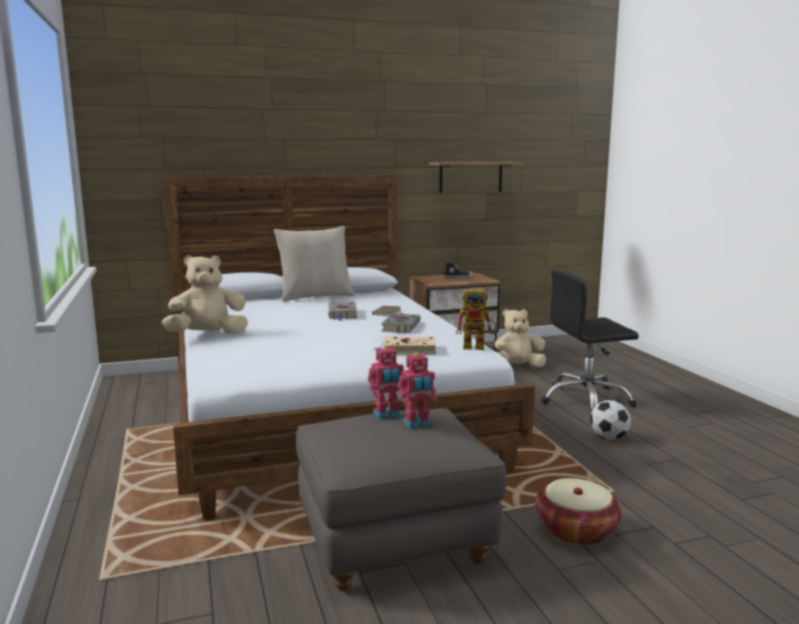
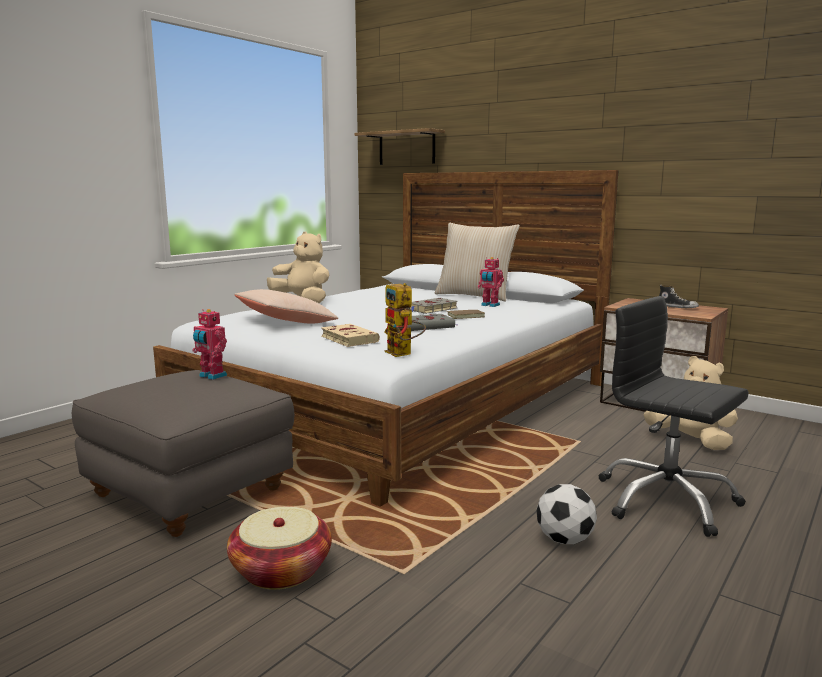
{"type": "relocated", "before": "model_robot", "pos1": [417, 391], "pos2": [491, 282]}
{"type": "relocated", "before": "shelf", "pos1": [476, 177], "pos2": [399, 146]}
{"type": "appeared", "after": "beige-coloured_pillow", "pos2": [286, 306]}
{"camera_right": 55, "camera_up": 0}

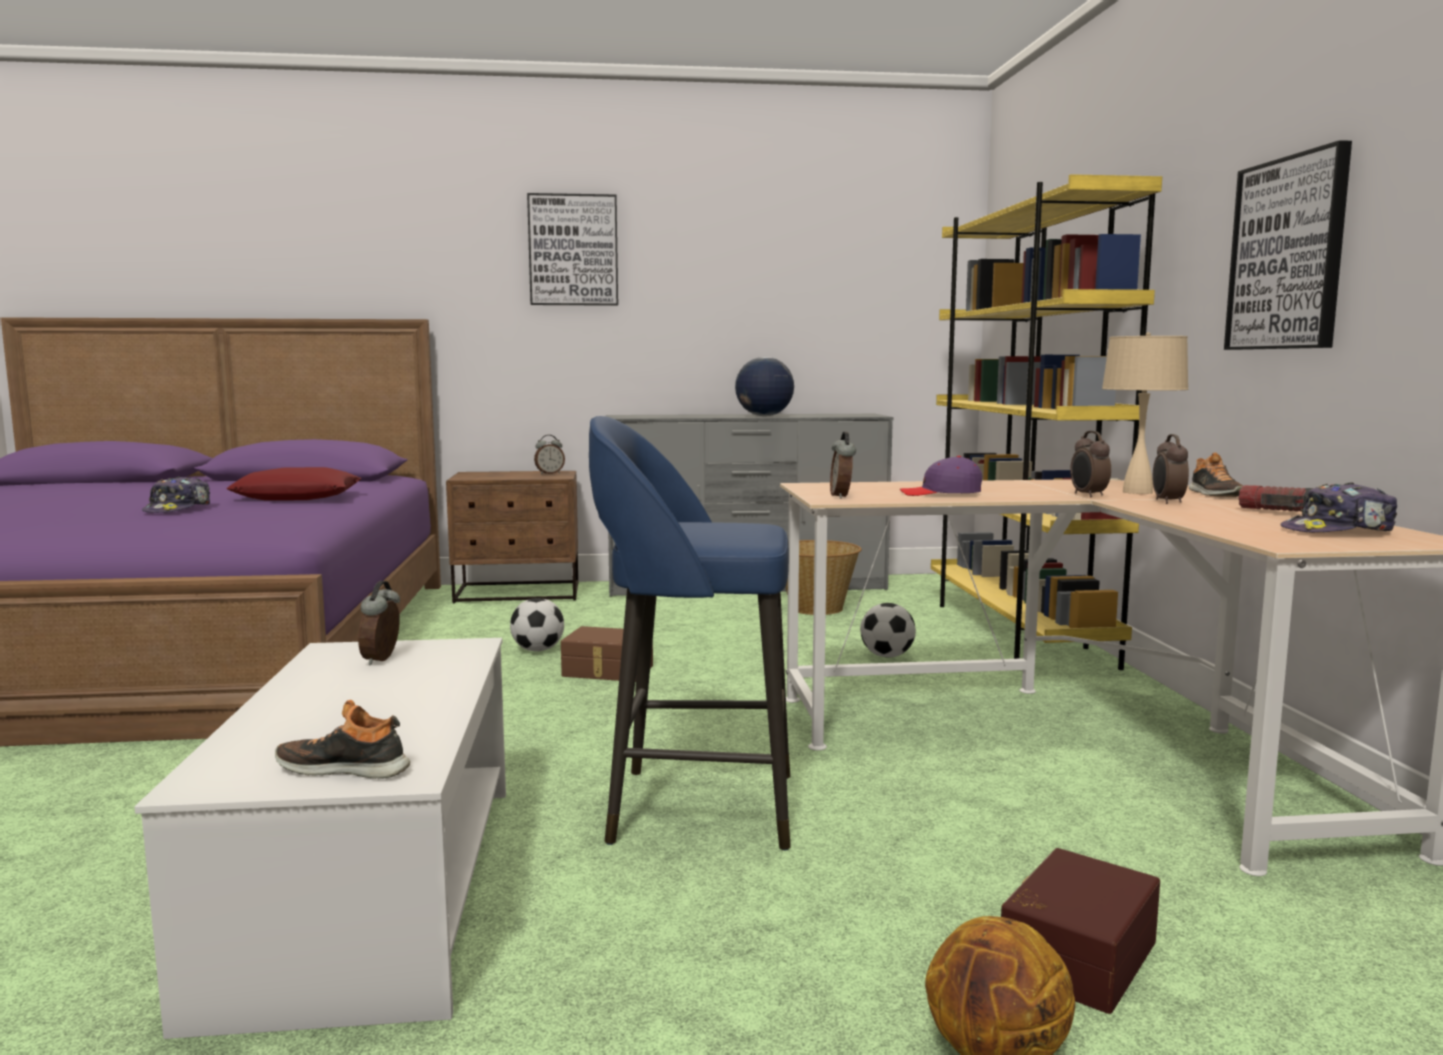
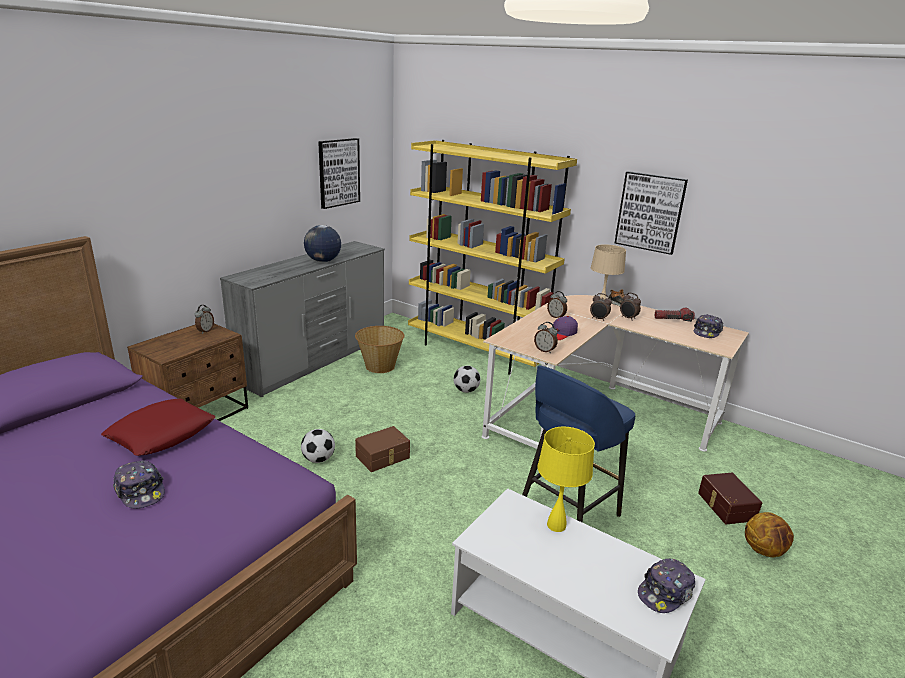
{"type": "exchanged", "before": "item_of_footwear", "after": "peaked_cap", "pos1": [342, 739], "pos2": [666, 586]}
{"type": "relocated", "before": "bedside_clock", "pos1": [379, 623], "pos2": [557, 304]}
{"type": "relocated", "before": "picture", "pos1": [572, 249], "pos2": [339, 173]}
{"type": "appeared", "after": "yellowish_lamp_for_a_table", "pos2": [566, 479]}
{"camera_right": -50, "camera_up": 15}

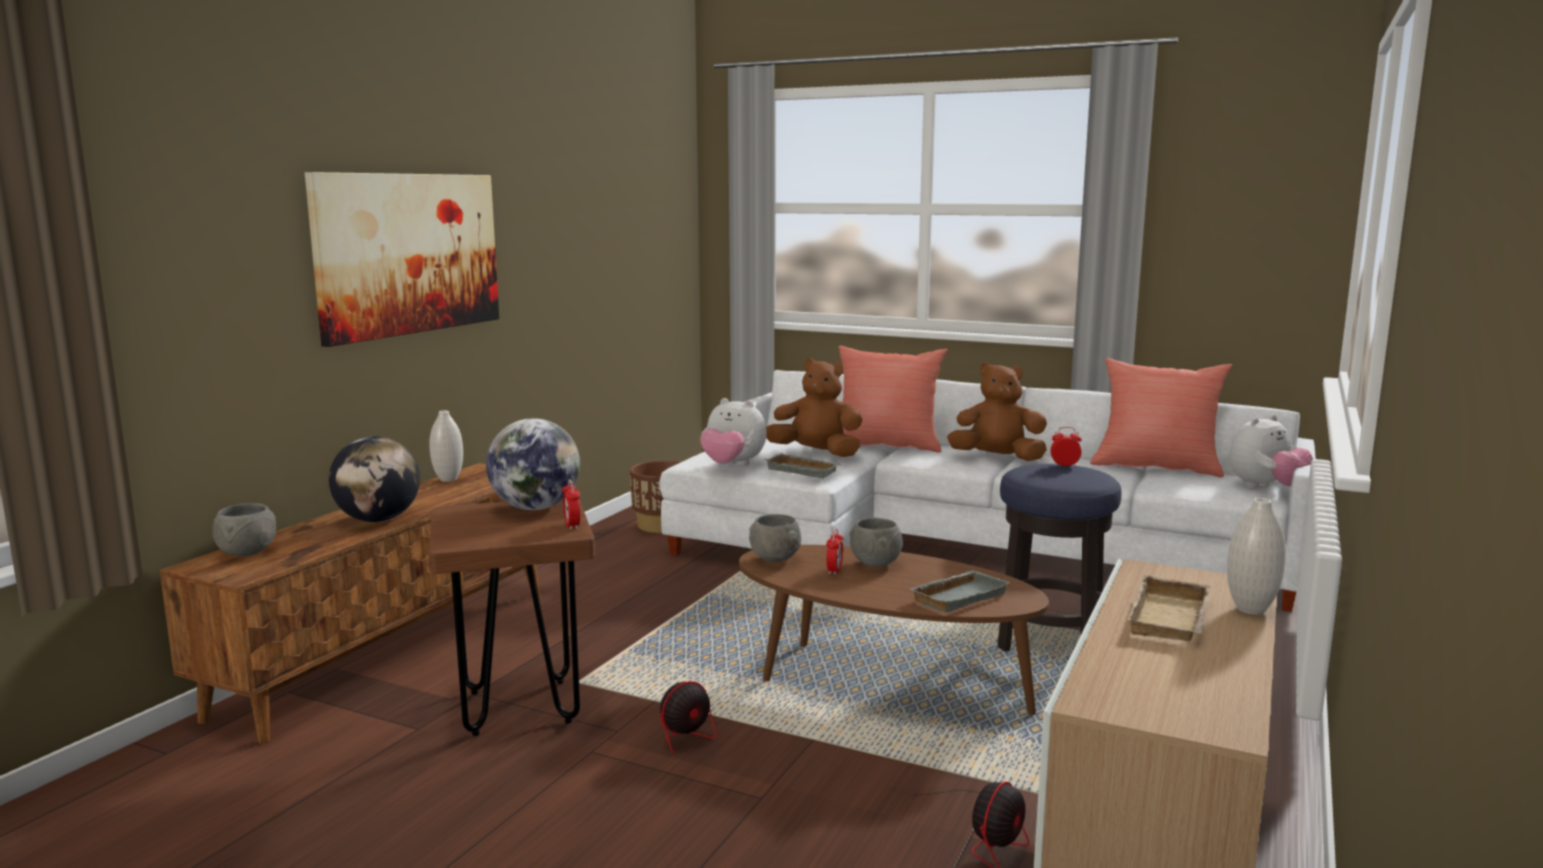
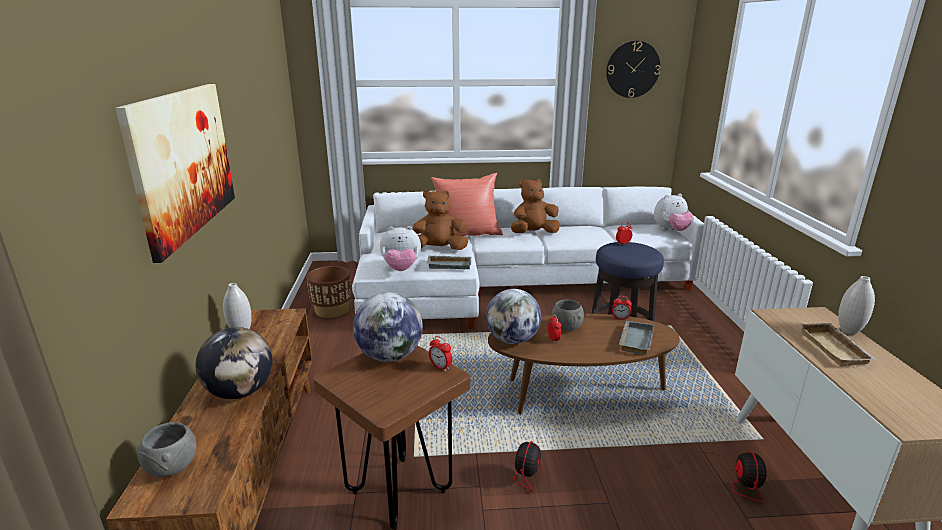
{"type": "exchanged", "before": "gray_bowl", "after": "desk_globe", "pos1": [775, 538], "pos2": [513, 316]}
{"type": "missing", "before": "reddish_pillow", "pos1": [1161, 418]}
{"type": "spun", "before": "soft_toy", "pos1": [1271, 452], "pos2": [674, 212], "turn": 45}
{"type": "appeared", "after": "clock_on_the_wall", "pos2": [633, 69]}
{"type": "appeared", "after": "bedside_clock", "pos2": [622, 308]}
{"camera_right": -30, "camera_up": 10}

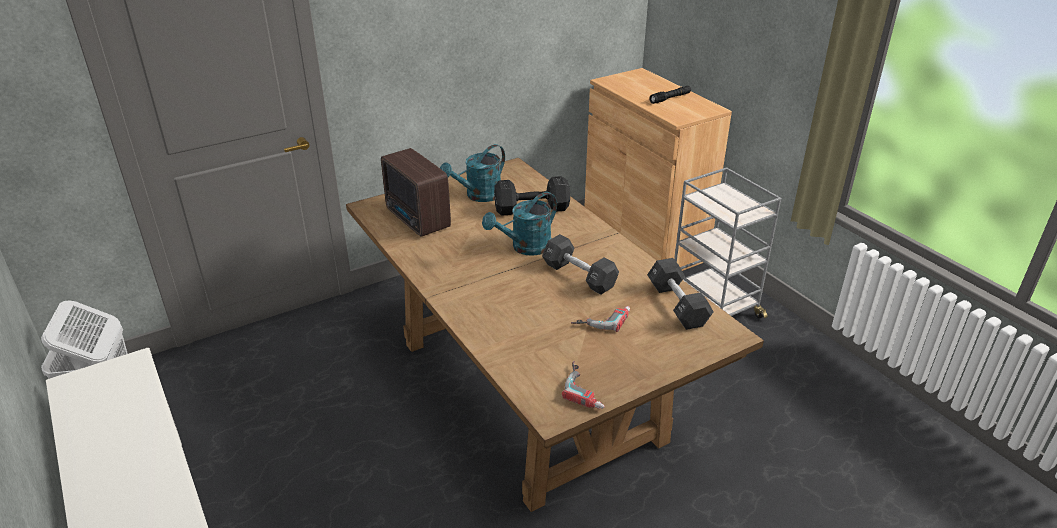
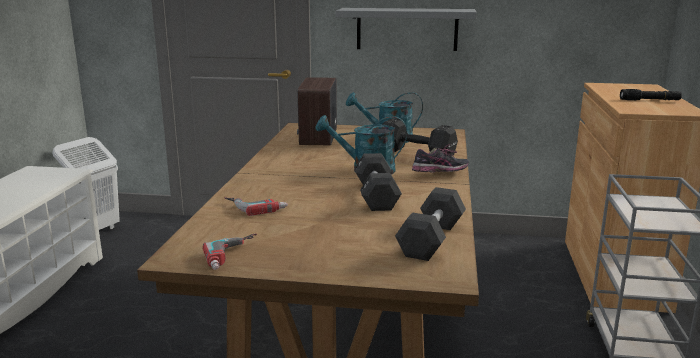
{"type": "relocated", "before": "electric_drill", "pos1": [600, 319], "pos2": [256, 206]}
{"type": "appeared", "after": "gray_shelf", "pos2": [406, 29]}
{"type": "appeared", "after": "item_of_footwear", "pos2": [440, 158]}
{"camera_right": 40, "camera_up": -15}

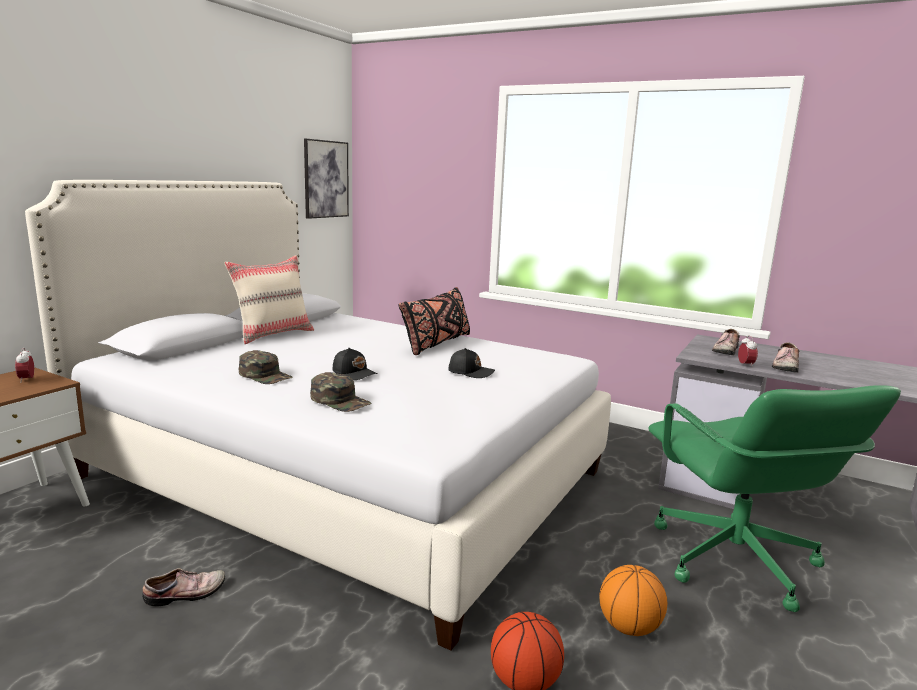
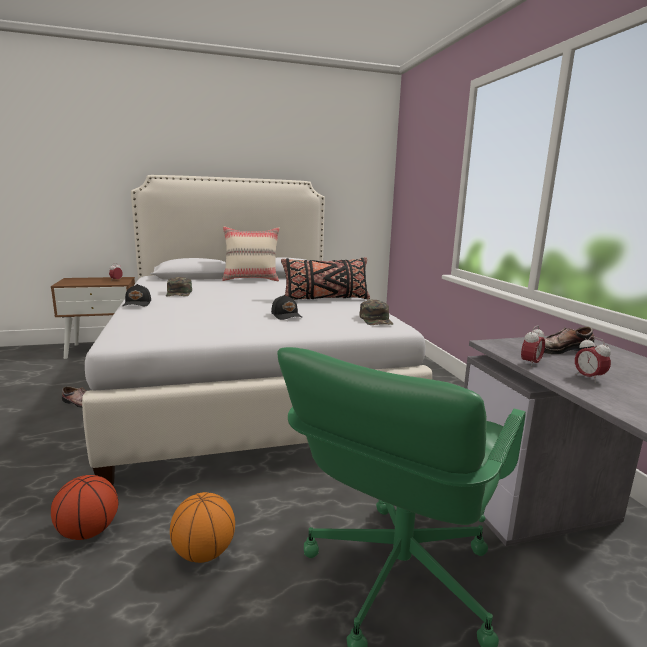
{"type": "missing", "before": "picture", "pos1": [326, 179]}
{"type": "relocated", "before": "green_peaked_cap", "pos1": [340, 392], "pos2": [376, 312]}
{"type": "relocated", "before": "black_peaked_cap", "pos1": [355, 364], "pos2": [137, 295]}
{"type": "exchanged", "before": "item_of_footwear", "after": "bedside_clock", "pos1": [785, 358], "pos2": [593, 359]}
{"camera_right": 45, "camera_up": 0}

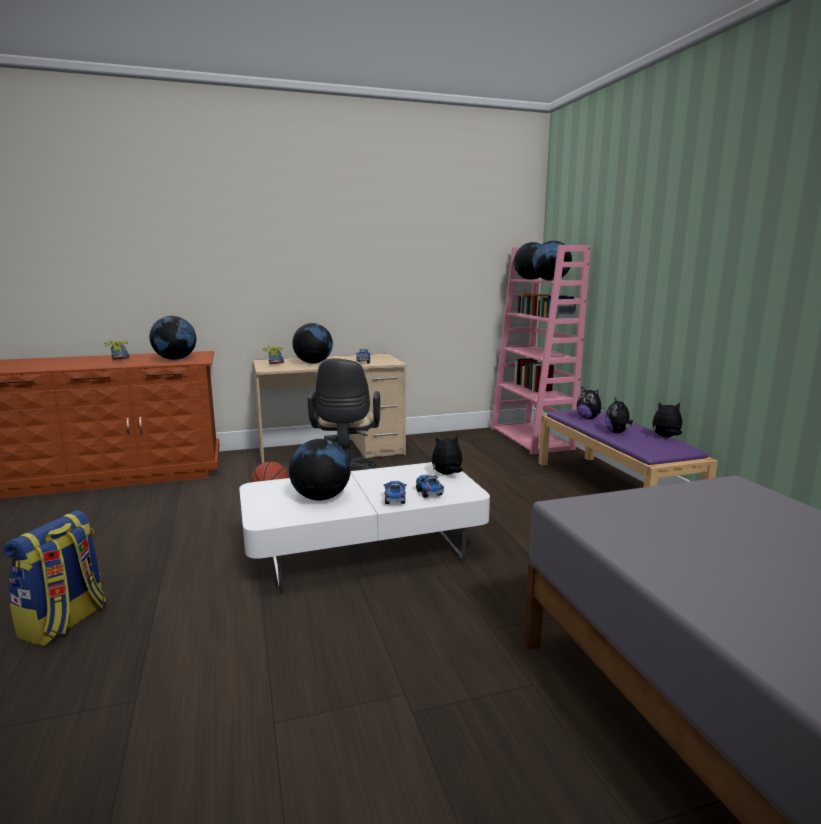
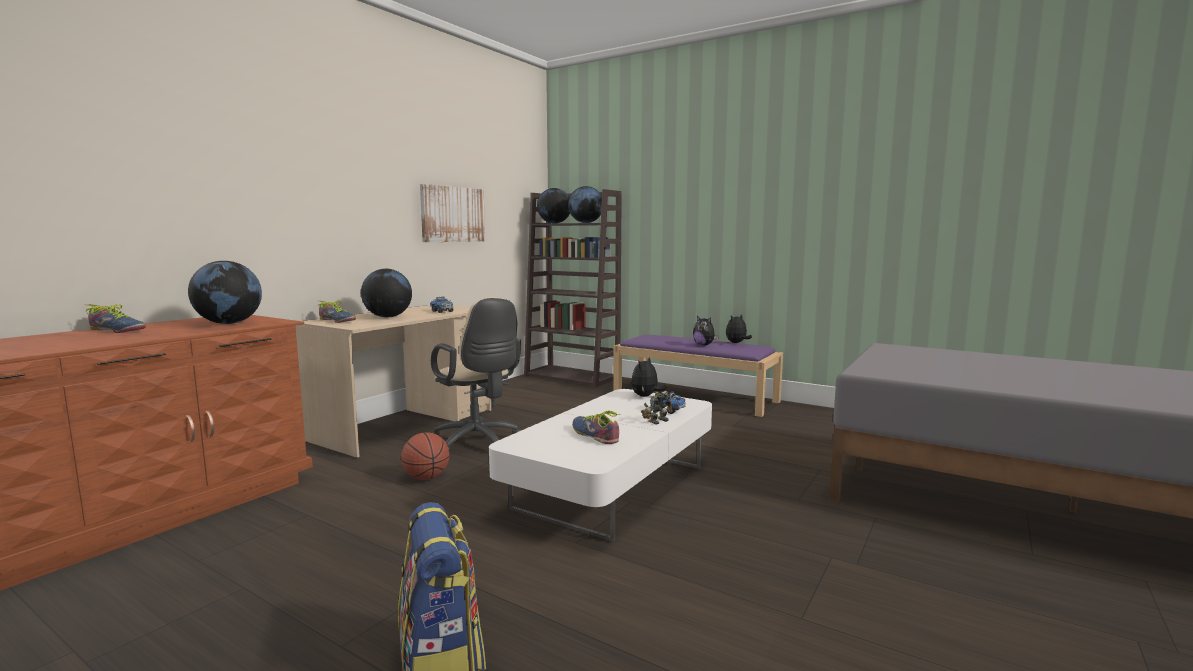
{"type": "exchanged", "before": "desk_globe", "after": "item_of_footwear", "pos1": [320, 470], "pos2": [596, 427]}
{"type": "exchanged", "before": "toy_lorry", "after": "model_robot", "pos1": [395, 492], "pos2": [656, 407]}
{"type": "colour", "before": "pink_bookshelf", "after": "brownish_bookshelf", "pos1": [541, 349], "pos2": [573, 288]}
{"type": "missing", "before": "soft_toy", "pos1": [591, 403]}
{"type": "appeared", "after": "picture", "pos2": [452, 213]}
{"camera_right": -40, "camera_up": -5}

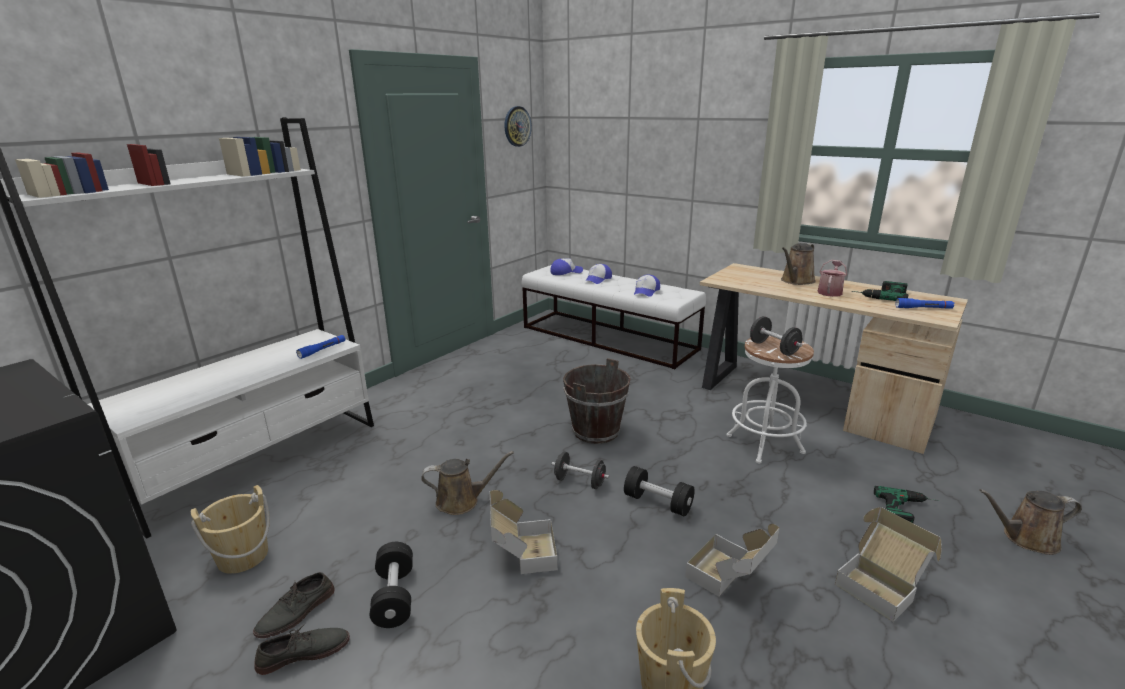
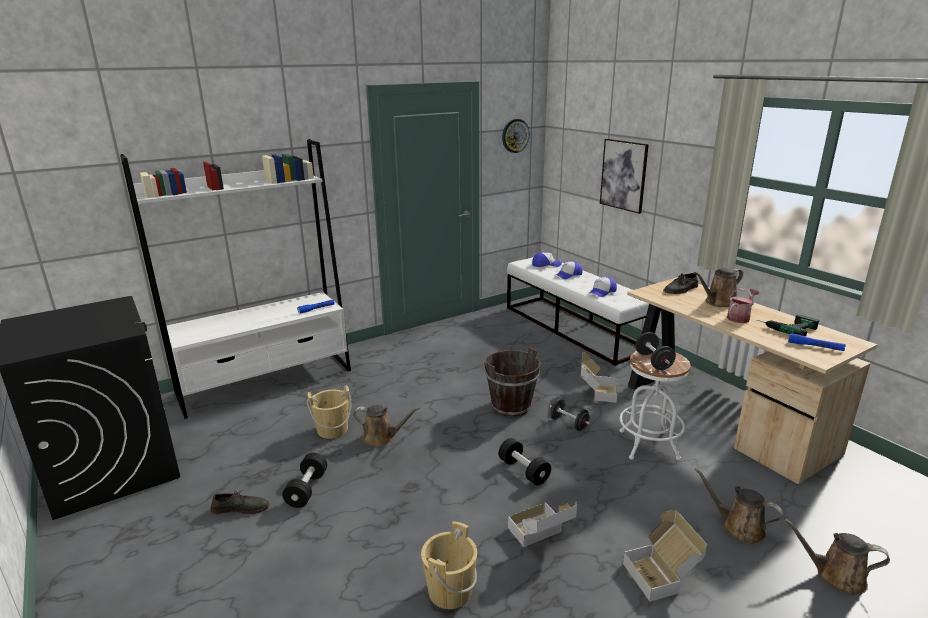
{"type": "relocated", "before": "beige-coloured_water_bucket", "pos1": [230, 529], "pos2": [329, 412]}
{"type": "relocated", "before": "gray_item_of_footwear", "pos1": [294, 605], "pos2": [680, 283]}
{"type": "relocated", "before": "packing_box", "pos1": [524, 532], "pos2": [599, 378]}
{"type": "relocated", "before": "black_dumbbell", "pos1": [580, 470], "pos2": [570, 415]}
{"type": "exchanged", "before": "electric_drill", "after": "brownish_watering_pot", "pos1": [907, 504], "pos2": [738, 505]}
{"type": "appeared", "after": "picture", "pos2": [624, 176]}
{"camera_right": 20, "camera_up": 0}

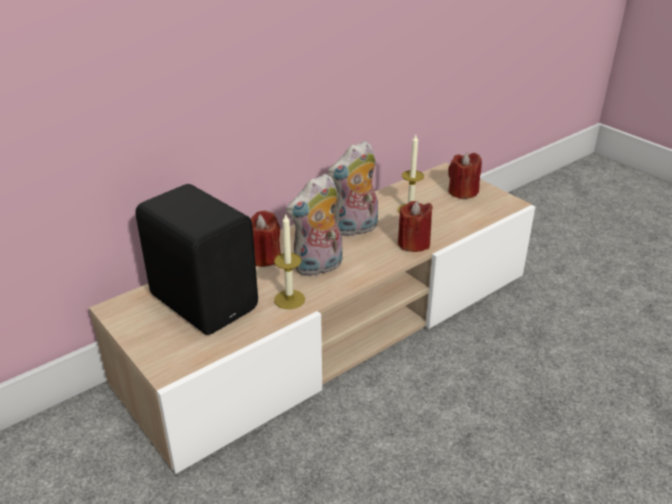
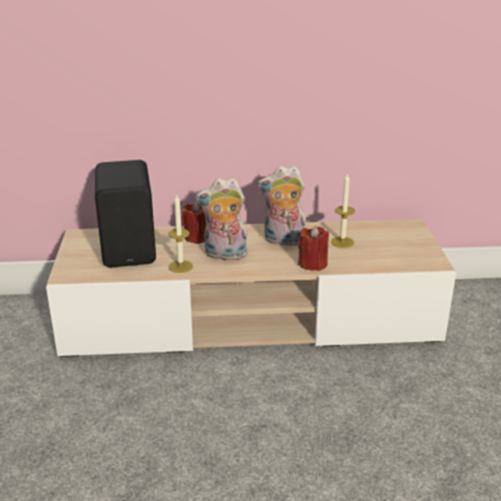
{"type": "missing", "before": "reddish_wax_candle", "pos1": [465, 176]}
{"camera_right": 35, "camera_up": -5}

